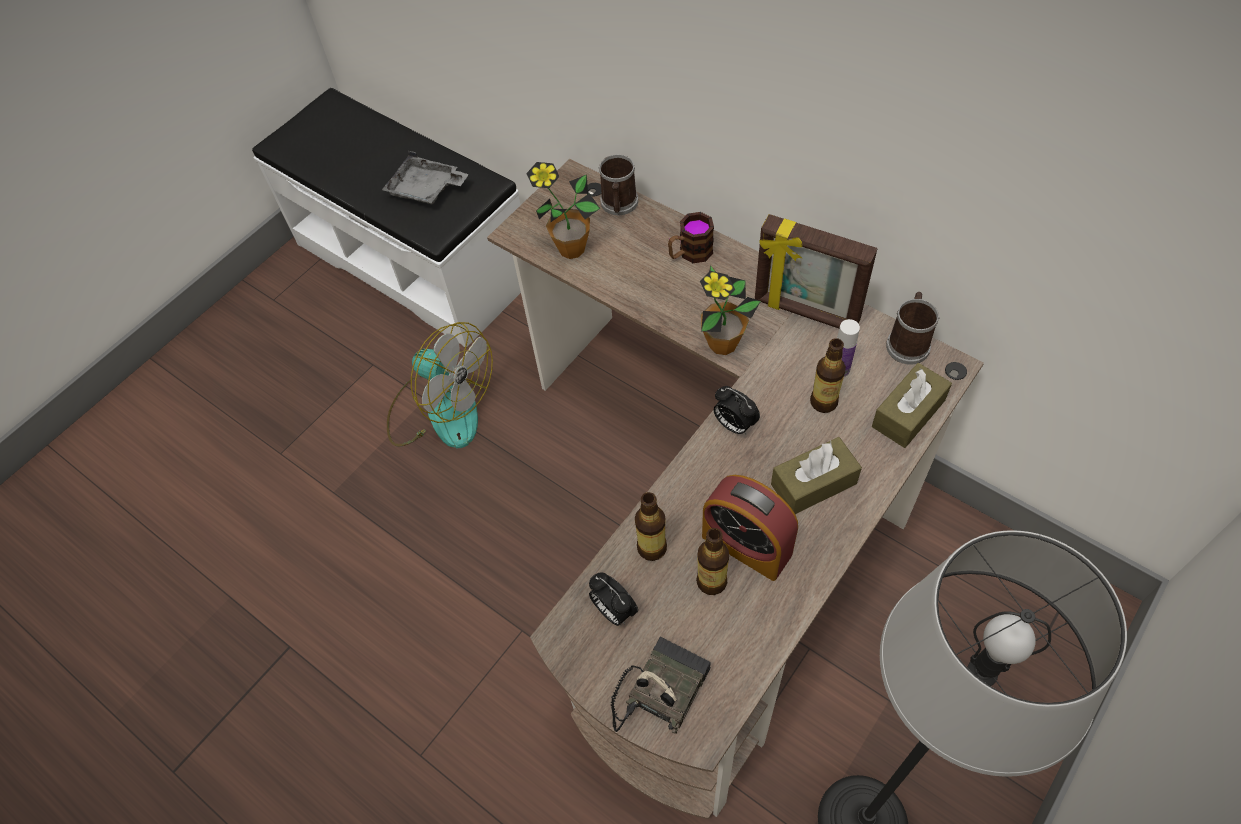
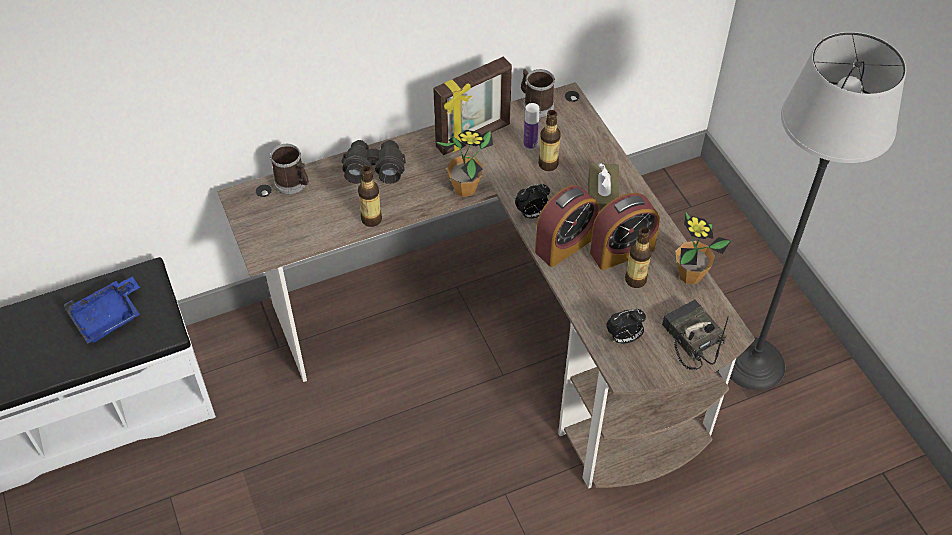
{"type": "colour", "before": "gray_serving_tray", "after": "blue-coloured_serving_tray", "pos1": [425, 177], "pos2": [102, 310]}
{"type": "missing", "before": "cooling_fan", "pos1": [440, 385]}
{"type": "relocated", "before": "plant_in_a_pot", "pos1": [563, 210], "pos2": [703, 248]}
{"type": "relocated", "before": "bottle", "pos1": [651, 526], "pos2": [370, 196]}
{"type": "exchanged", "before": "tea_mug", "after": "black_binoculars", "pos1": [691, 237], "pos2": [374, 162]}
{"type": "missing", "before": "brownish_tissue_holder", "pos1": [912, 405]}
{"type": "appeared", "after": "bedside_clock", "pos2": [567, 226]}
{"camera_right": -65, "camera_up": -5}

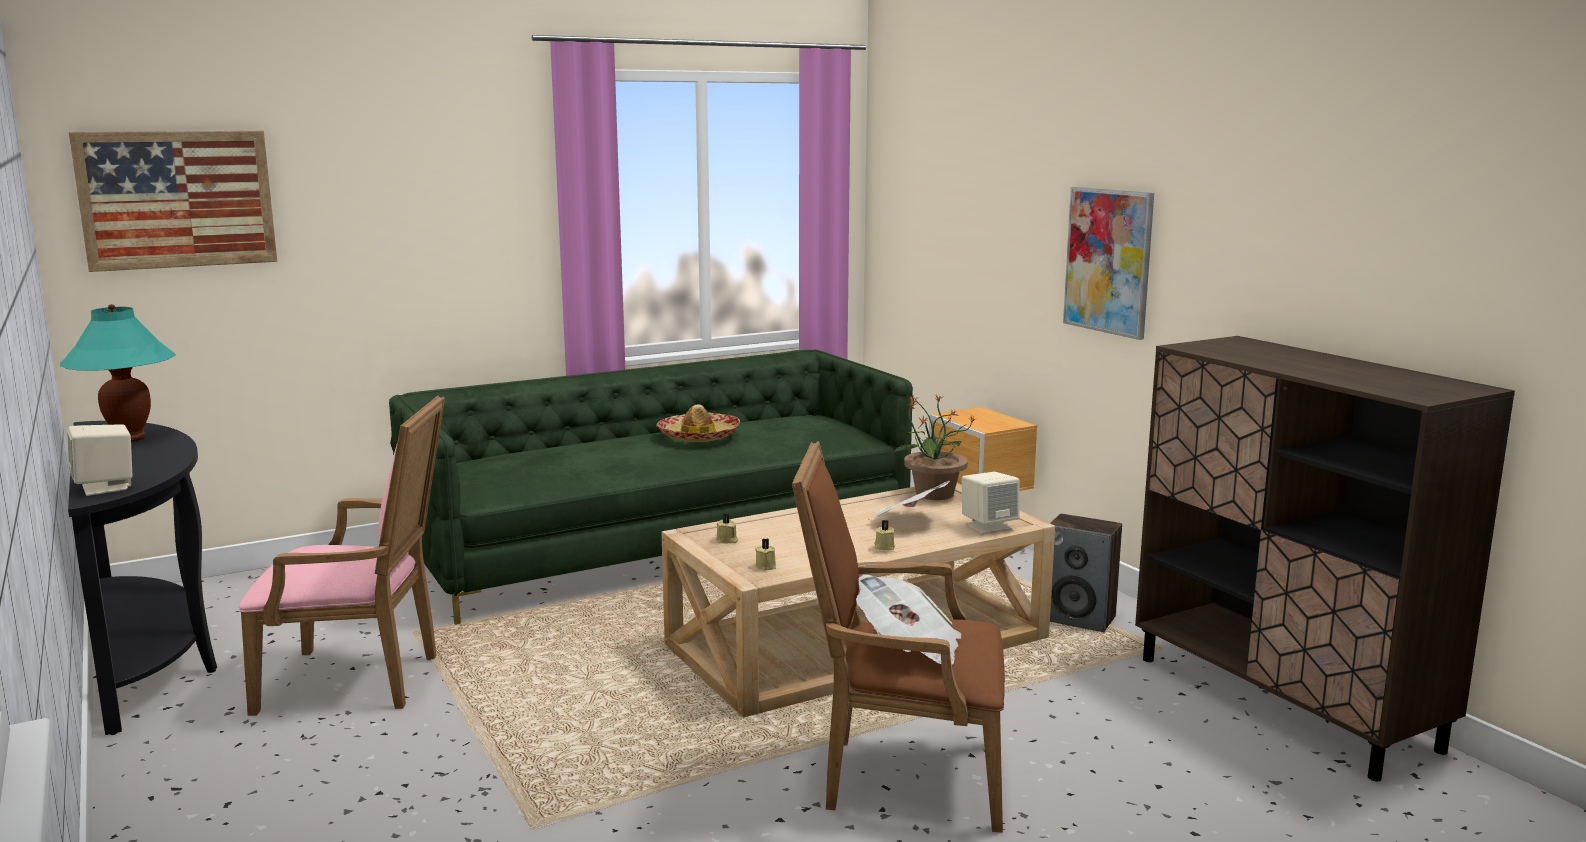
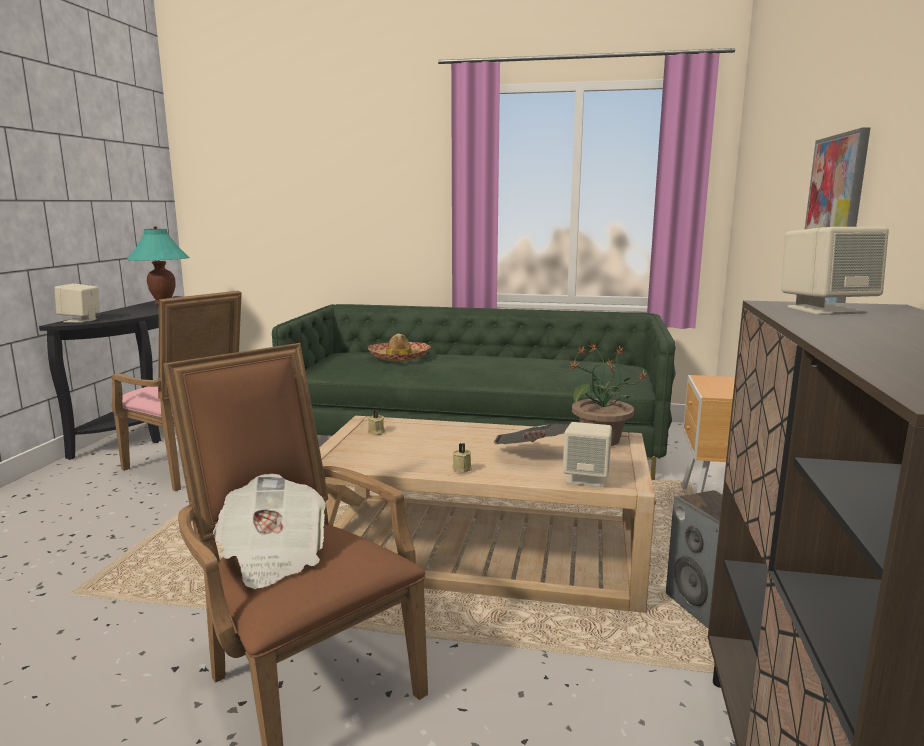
{"type": "missing", "before": "picture", "pos1": [173, 201]}
{"type": "relocated", "before": "wearable_hat", "pos1": [698, 423], "pos2": [399, 348]}
{"type": "missing", "before": "beige-coloured_wax_candle", "pos1": [765, 554]}
{"type": "appeared", "after": "beige-coloured_speaker", "pos2": [835, 271]}
{"camera_right": 40, "camera_up": 0}

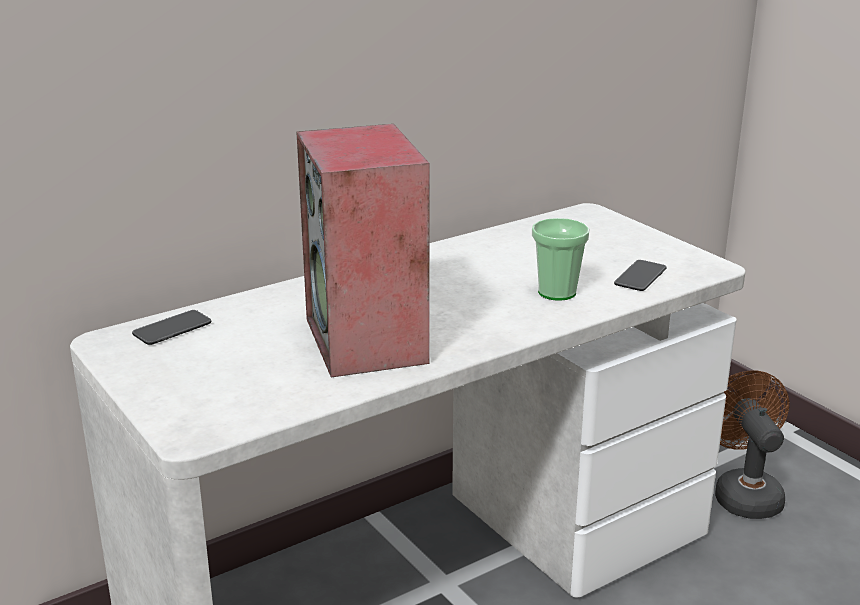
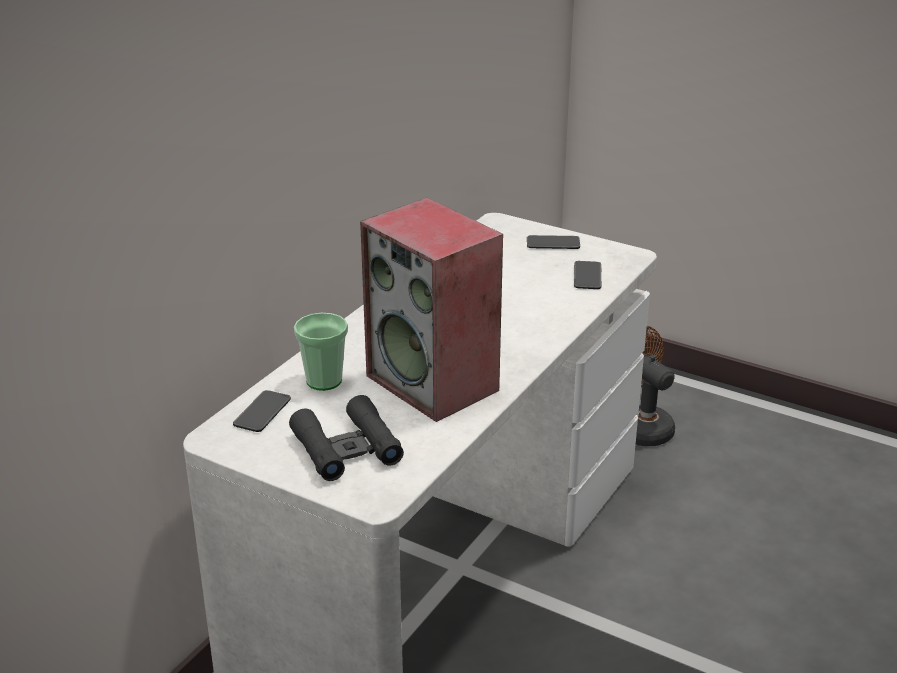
{"type": "relocated", "before": "drinking_cup", "pos1": [560, 259], "pos2": [321, 352]}
{"type": "appeared", "after": "black_binoculars", "pos2": [346, 438]}
{"type": "appeared", "after": "telephone", "pos2": [553, 242]}
{"camera_right": -25, "camera_up": 5}

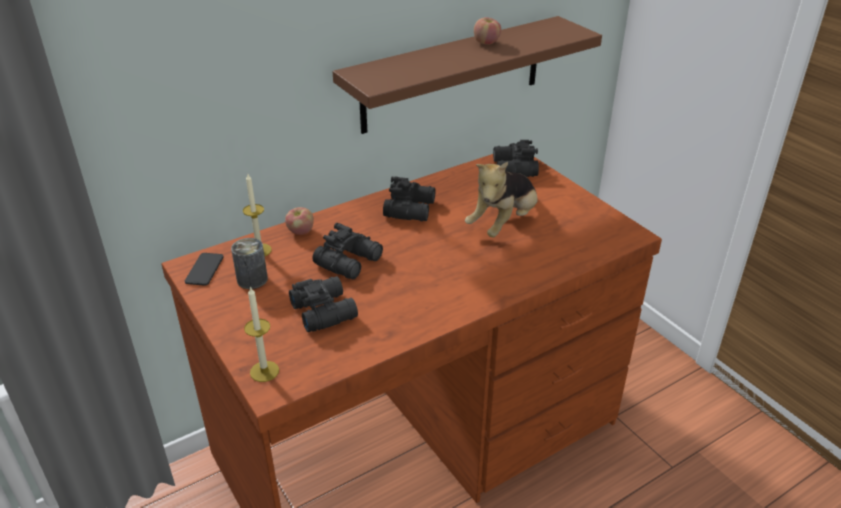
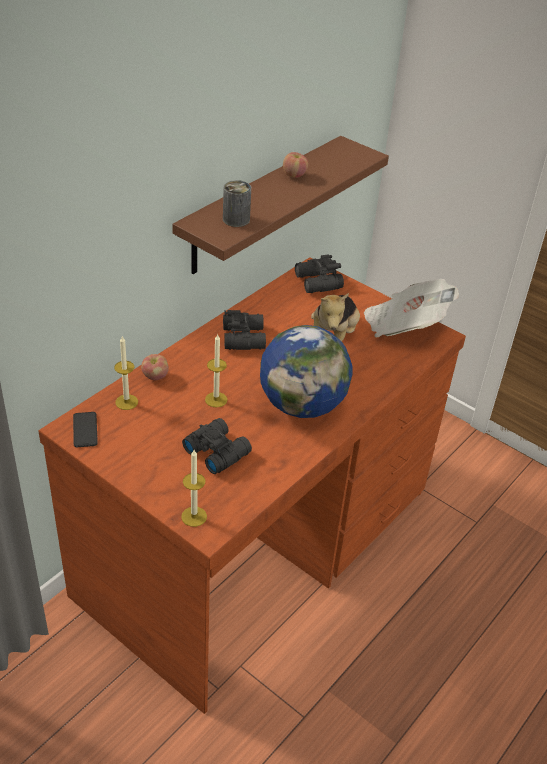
{"type": "relocated", "before": "metal_can", "pos1": [249, 263], "pos2": [237, 203]}
{"type": "exchanged", "before": "black_binoculars", "after": "wax_candle", "pos1": [347, 251], "pos2": [216, 370]}
{"type": "appeared", "after": "desk_globe", "pos2": [306, 371]}
{"type": "appeared", "after": "newspaper", "pos2": [411, 308]}
{"camera_right": -20, "camera_up": 5}

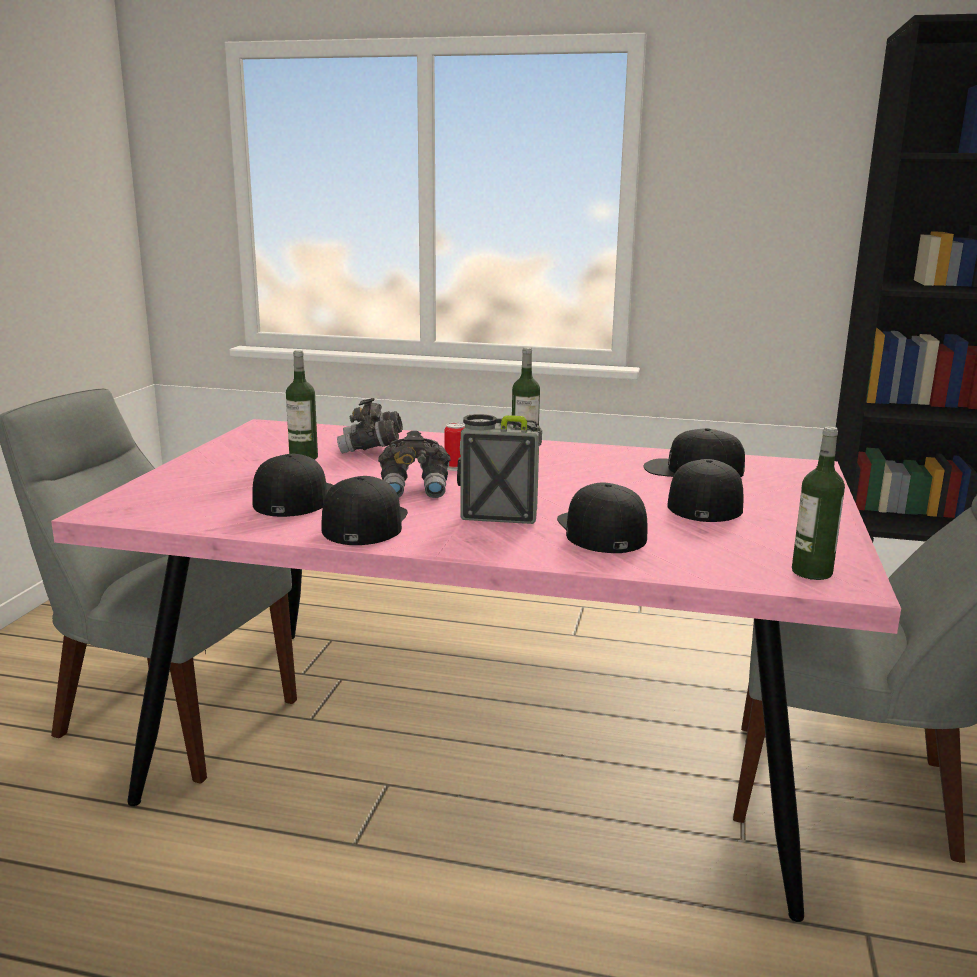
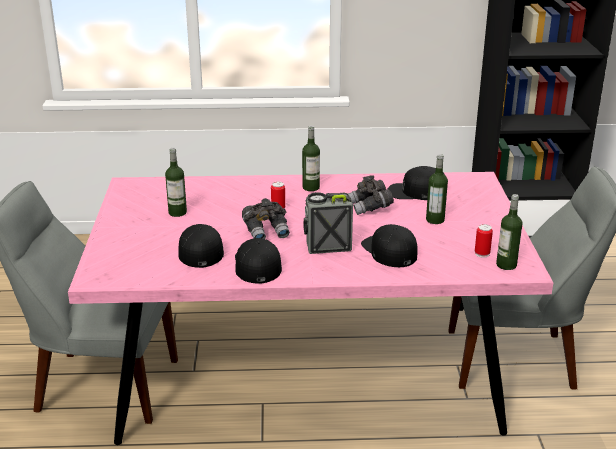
{"type": "relocated", "before": "gray_binoculars", "pos1": [370, 425], "pos2": [371, 195]}
{"type": "exchanged", "before": "black_peaked_cap", "after": "bottle", "pos1": [705, 490], "pos2": [437, 189]}
{"type": "appeared", "after": "metal_can", "pos2": [484, 241]}
{"camera_right": -15, "camera_up": 10}

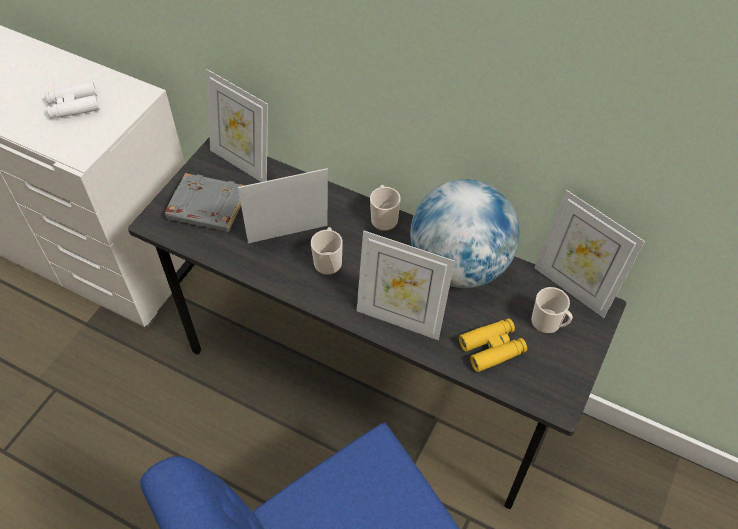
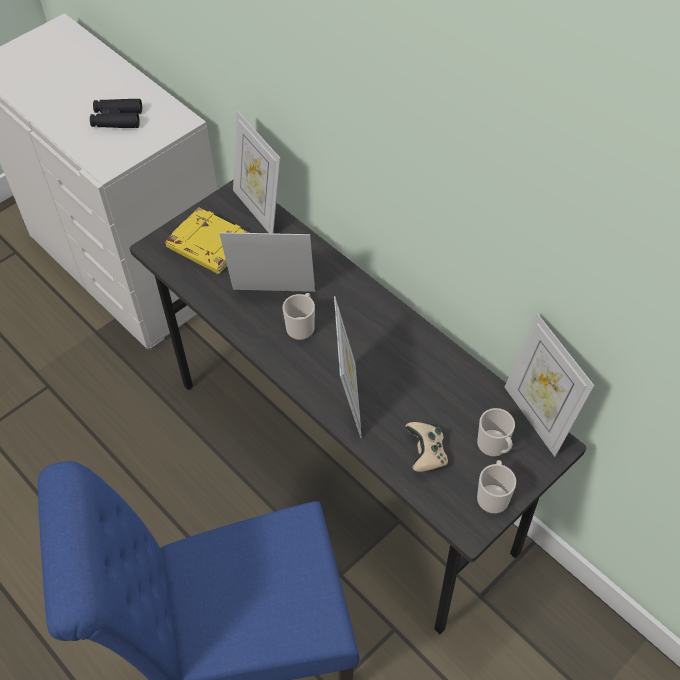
{"type": "colour", "before": "white_binoculars", "after": "black_binoculars", "pos1": [72, 100], "pos2": [116, 113]}
{"type": "colour", "before": "gray_volume", "after": "yellowish_volume", "pos1": [205, 202], "pos2": [207, 240]}
{"type": "spun", "before": "standing_frame", "pos1": [406, 285], "pos2": [348, 367], "turn": -135}
{"type": "relocated", "before": "tea_mug", "pos1": [385, 208], "pos2": [496, 487]}
{"type": "missing", "before": "desk_globe", "pos1": [465, 233]}
{"type": "exchanged", "before": "yellowish_binoculars", "after": "beige-coloured_joypad", "pos1": [493, 345], "pos2": [427, 447]}
{"camera_right": 20, "camera_up": 0}

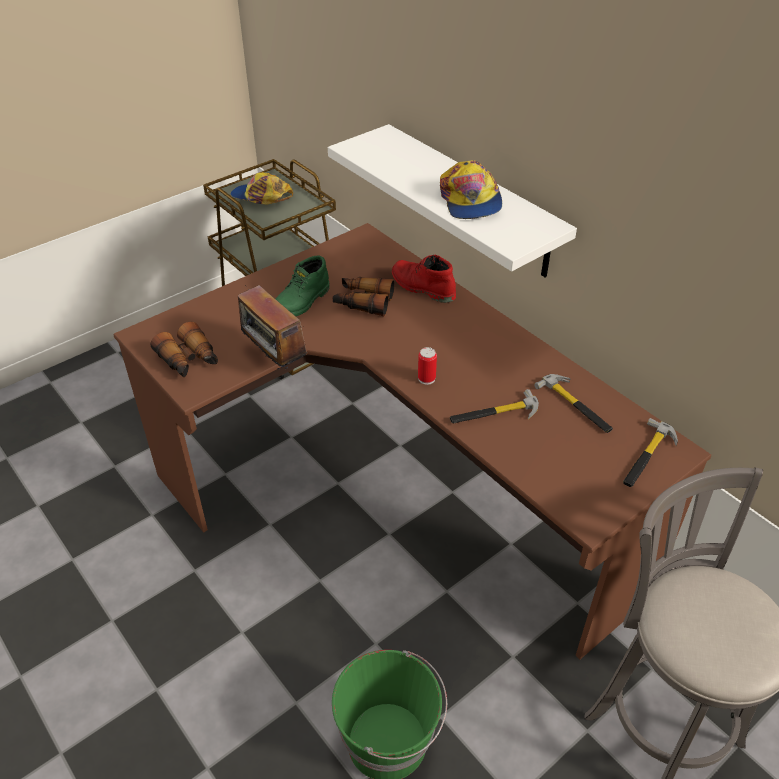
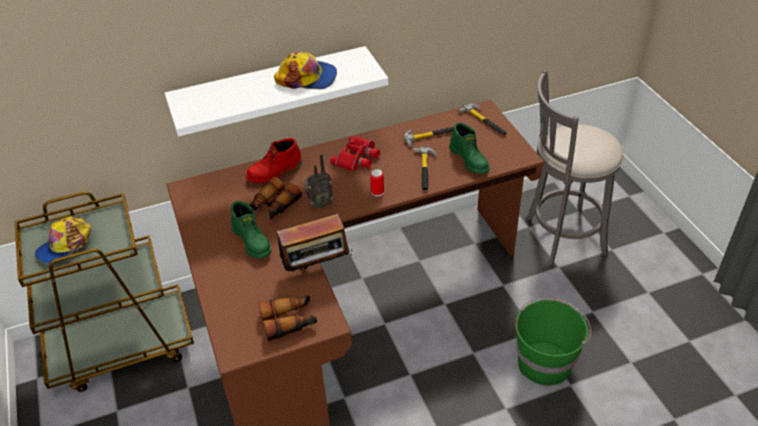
{"type": "appeared", "after": "radio_set", "pos2": [319, 180]}
{"type": "appeared", "after": "reddish_binoculars", "pos2": [355, 153]}
{"type": "appeared", "after": "green_boot", "pos2": [469, 148]}
{"camera_right": -70, "camera_up": 0}

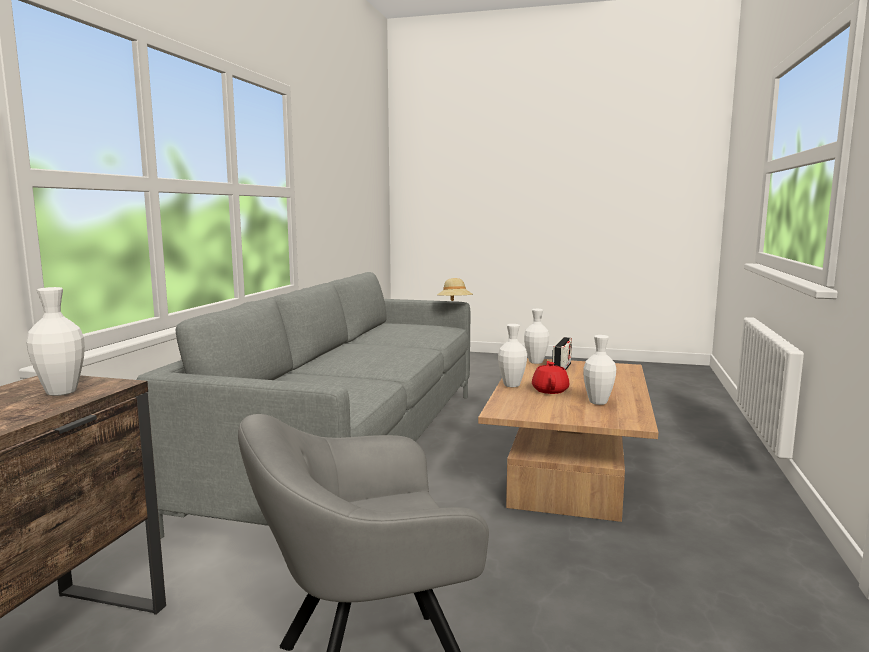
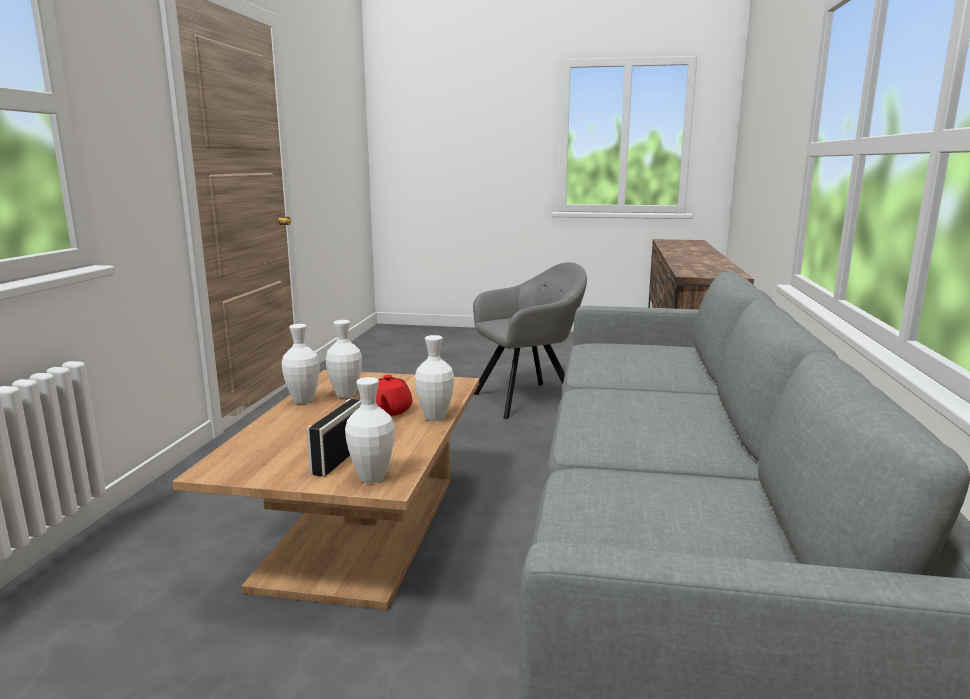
{"type": "relocated", "before": "white_vase", "pos1": [55, 341], "pos2": [301, 364]}
{"type": "missing", "before": "beige-coloured_wearable_hat", "pos1": [455, 289]}
{"camera_right": 175, "camera_up": 5}

